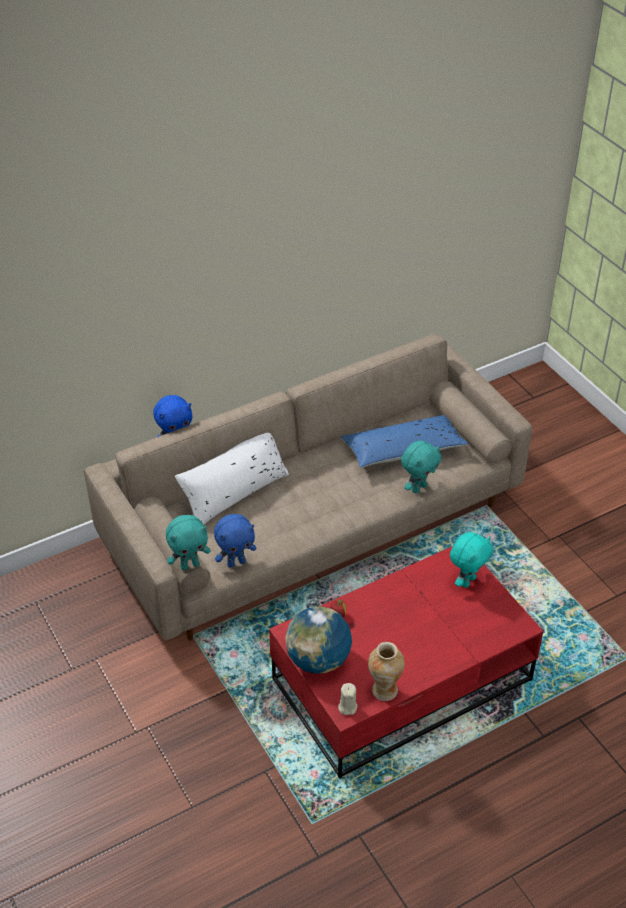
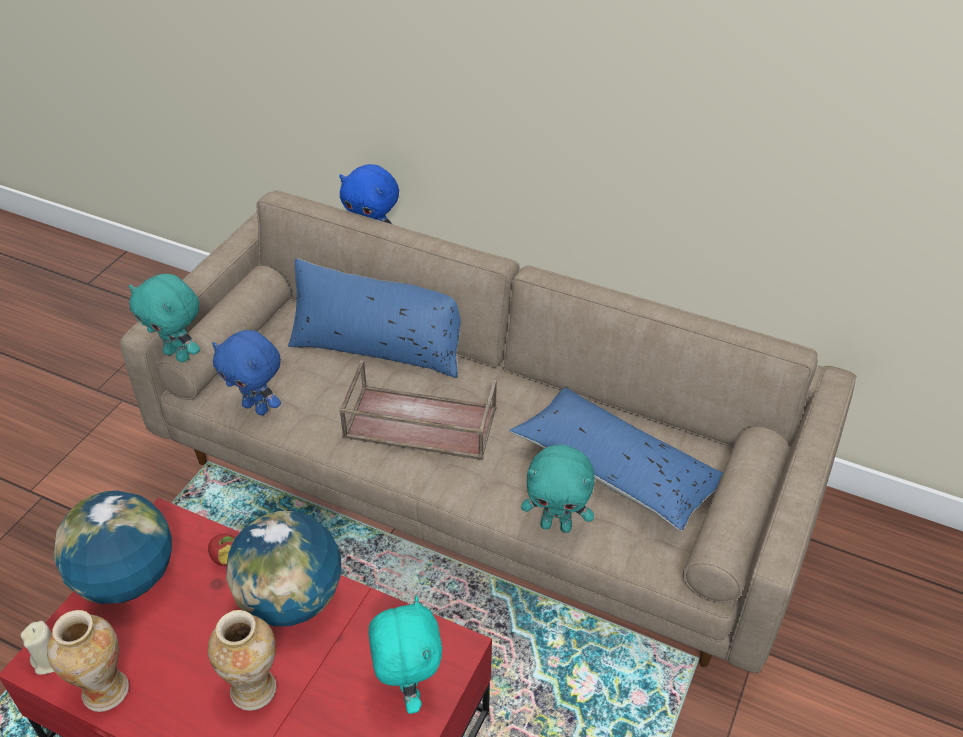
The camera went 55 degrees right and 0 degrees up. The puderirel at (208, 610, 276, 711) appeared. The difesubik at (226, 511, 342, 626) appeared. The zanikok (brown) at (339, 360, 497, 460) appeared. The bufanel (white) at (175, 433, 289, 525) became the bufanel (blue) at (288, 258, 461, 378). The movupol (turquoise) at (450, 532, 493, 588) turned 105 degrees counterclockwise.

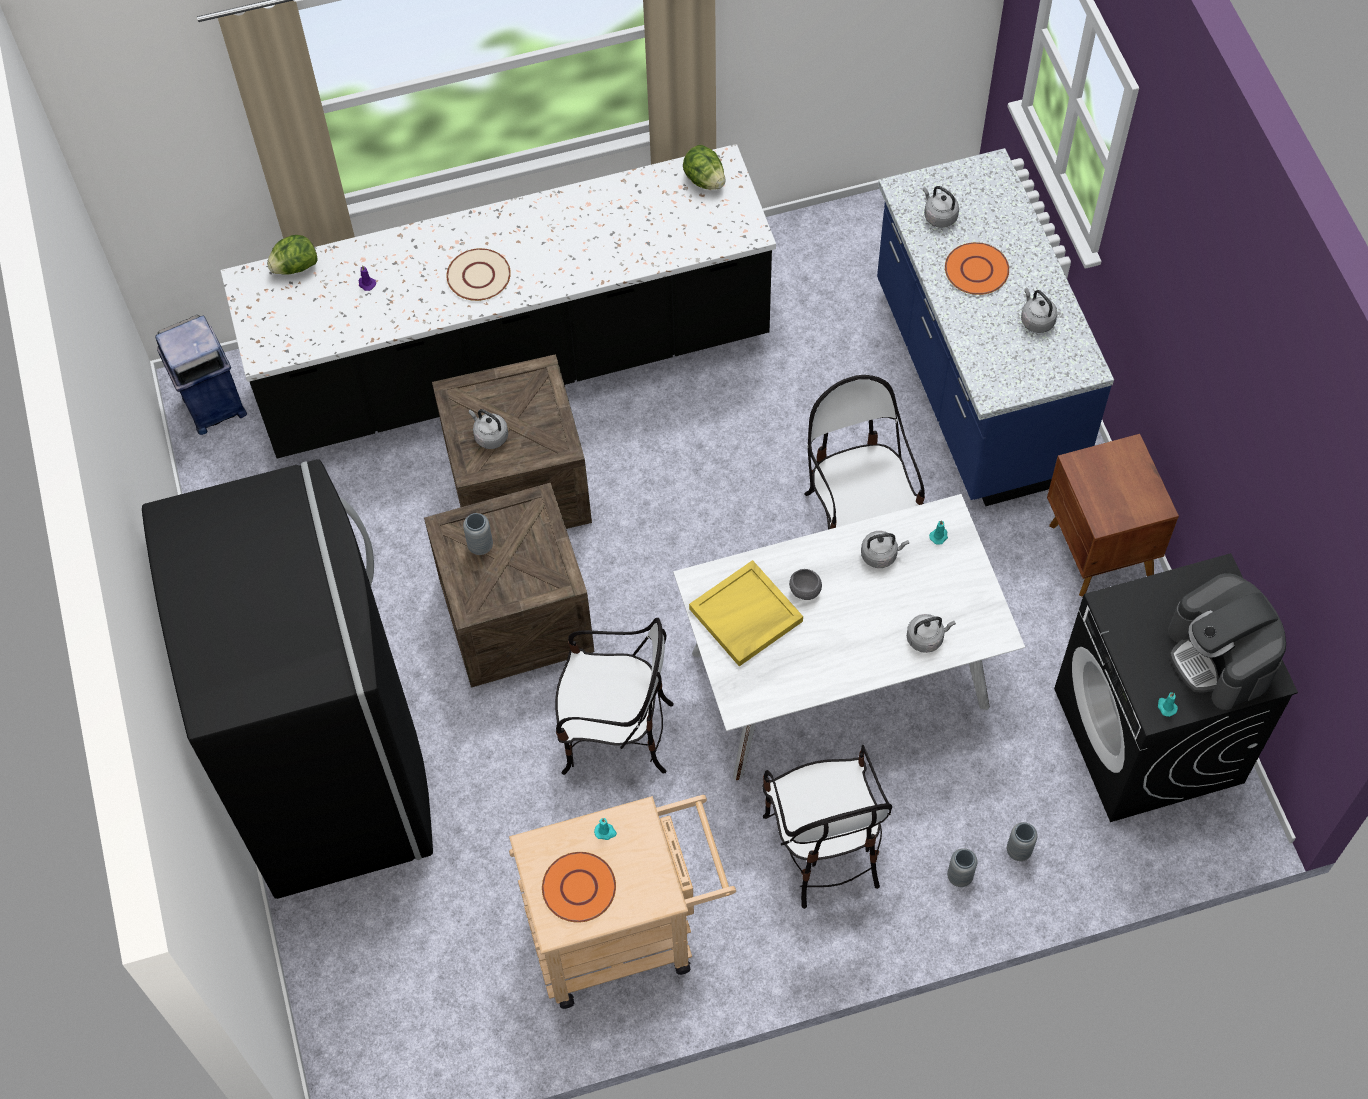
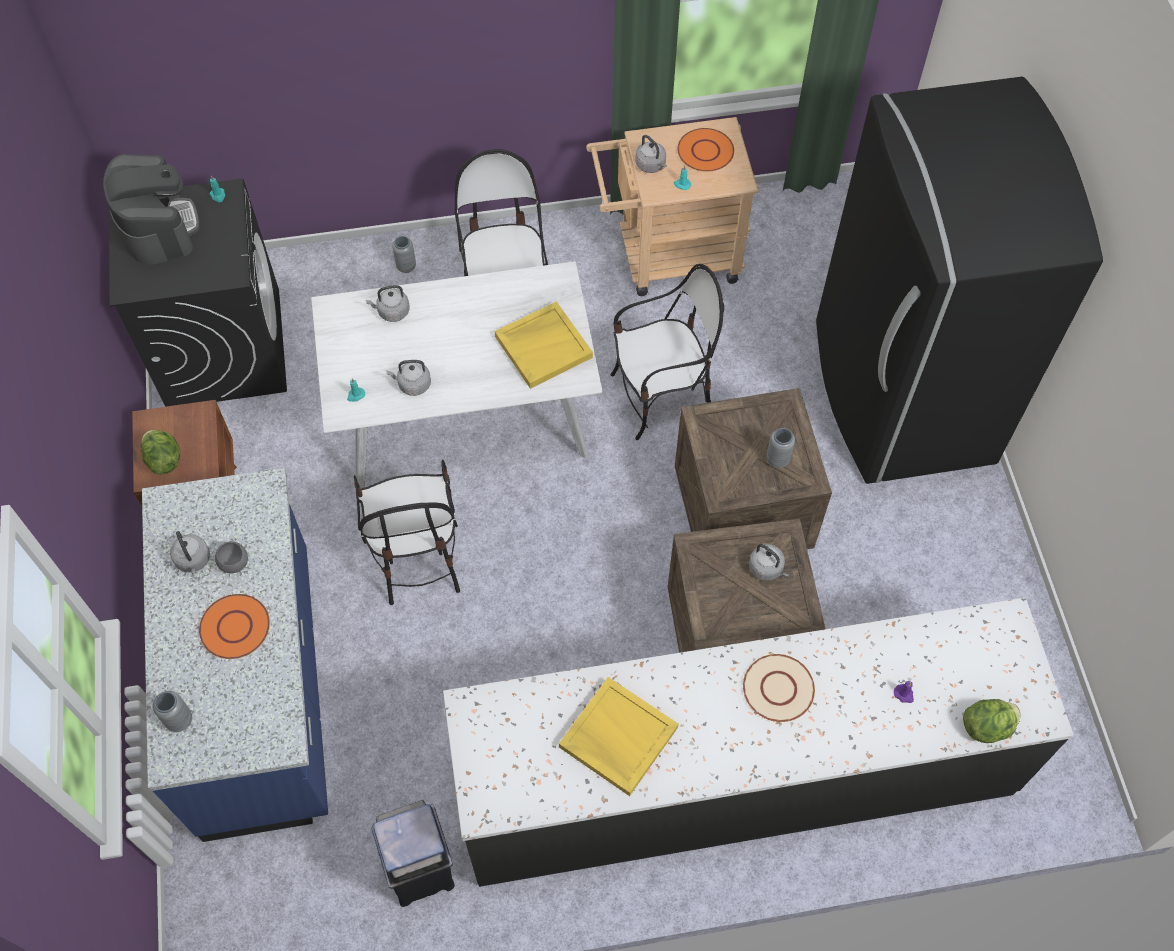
The camera went 175 degrees left and 0 degrees up. The zanikok (yellow) at (559, 677, 679, 796) appeared. The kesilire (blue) moved from (155, 315, 247, 435) to (372, 800, 455, 907). The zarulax moved from (683, 145, 725, 190) to (140, 430, 180, 475). The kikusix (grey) moved from (789, 569, 822, 600) to (215, 541, 248, 573). The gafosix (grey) moved from (923, 186, 959, 228) to (635, 135, 667, 173). The puderirel (grey) moved from (1007, 822, 1038, 861) to (153, 691, 192, 732). The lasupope at (555, 618, 674, 775) turned 150 degrees clockwise.

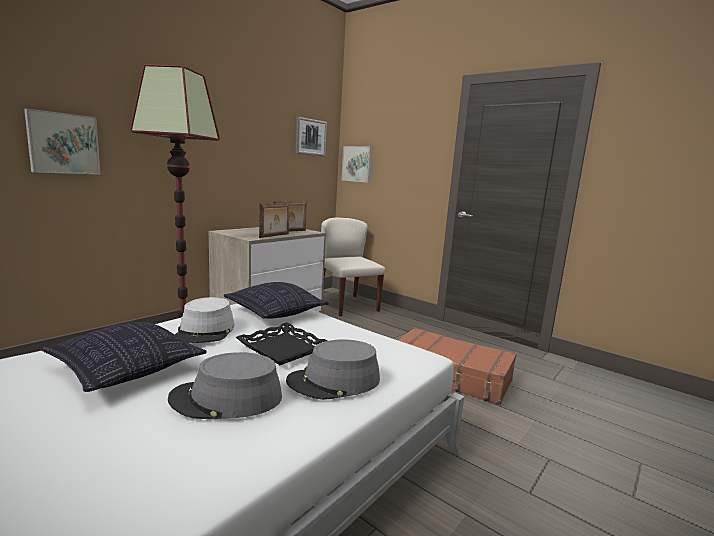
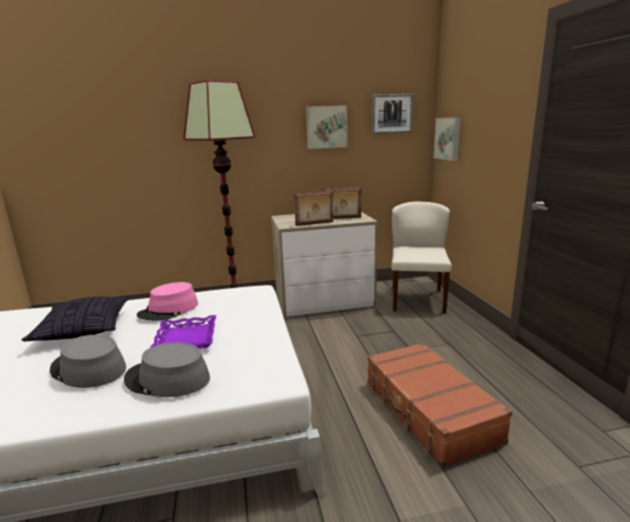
The camera went 40 degrees right and 5 degrees up. The bufanel at (223, 282, 329, 319) disappeared. The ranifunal moved from (24, 108, 101, 175) to (306, 105, 347, 149). The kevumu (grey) at (175, 297, 234, 343) became the kevumu (pink) at (137, 282, 198, 321). The zanikok (black) at (236, 322, 327, 365) became the zanikok (purple) at (150, 315, 216, 349).

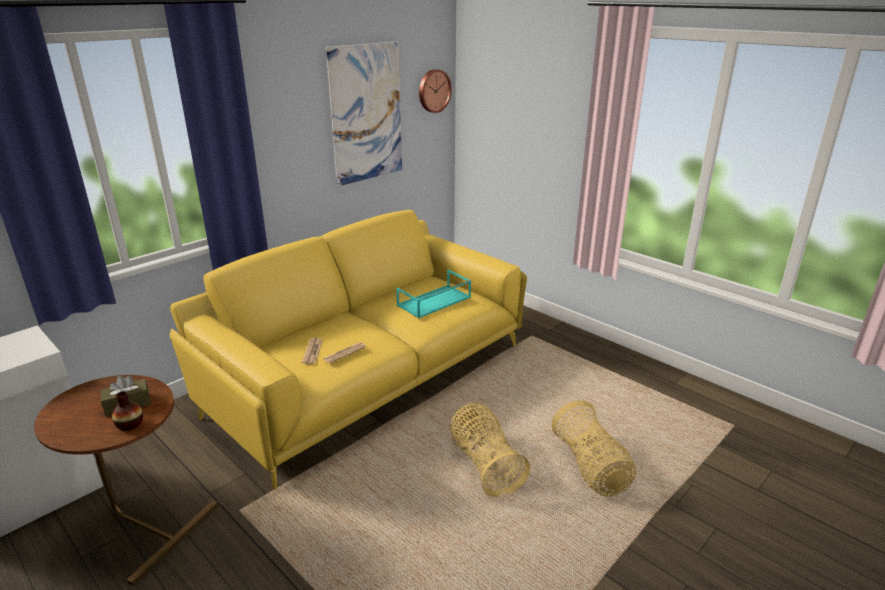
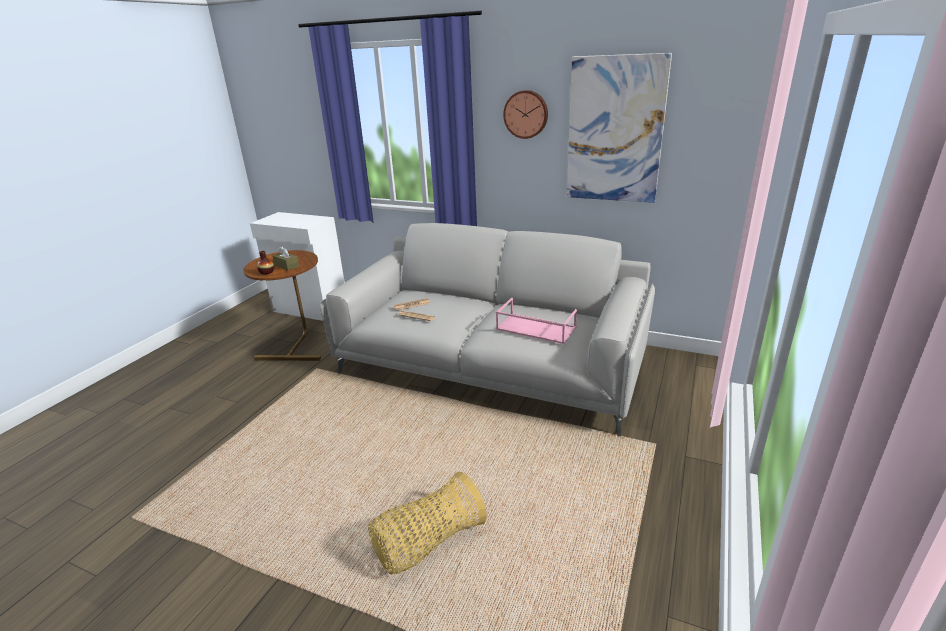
The camera went 70 degrees right and 0 degrees up. The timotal at (451, 403, 530, 497) disappeared. The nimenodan moved from (419, 69, 452, 113) to (503, 90, 548, 139). The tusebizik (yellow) at (170, 210, 527, 490) became the tusebizik (grey) at (319, 223, 655, 436). The zanikok (turquoise) at (396, 270, 471, 318) became the zanikok (pink) at (496, 298, 577, 344).

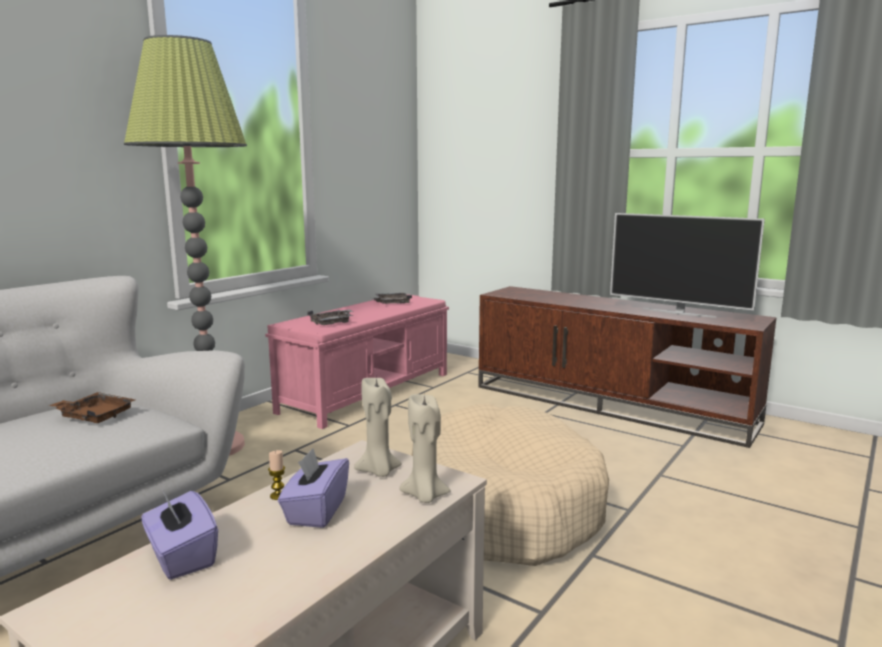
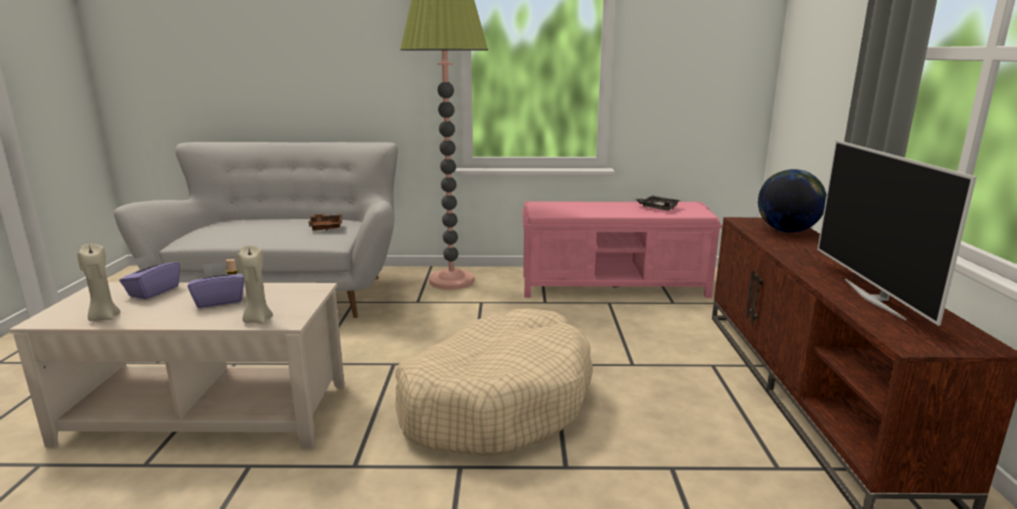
The camera went 55 degrees right and 5 degrees up. The zanikok (grey) at (307, 310, 354, 325) disappeared. The difesubik at (758, 169, 826, 233) appeared. The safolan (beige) moved from (354, 377, 402, 477) to (77, 244, 120, 321).

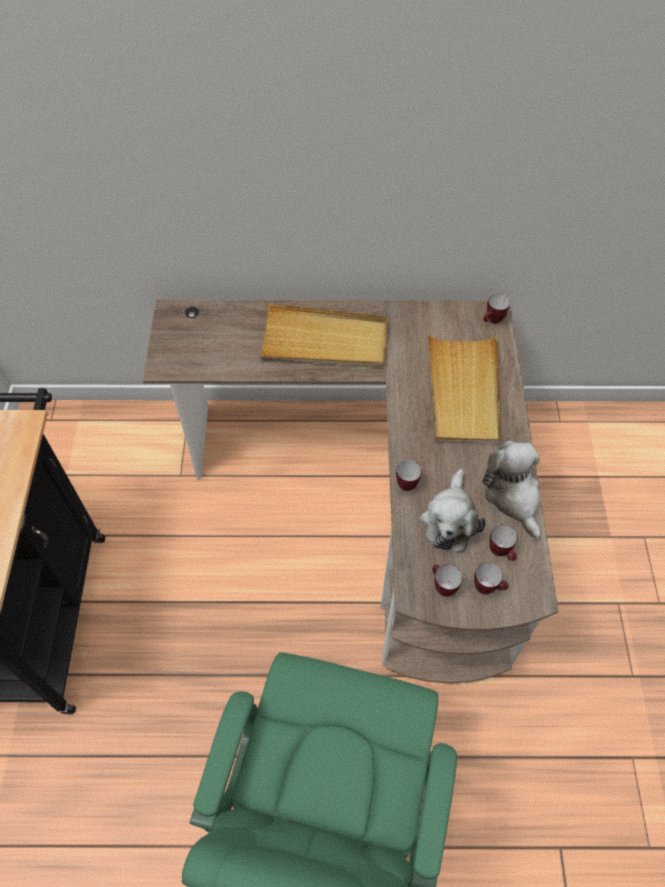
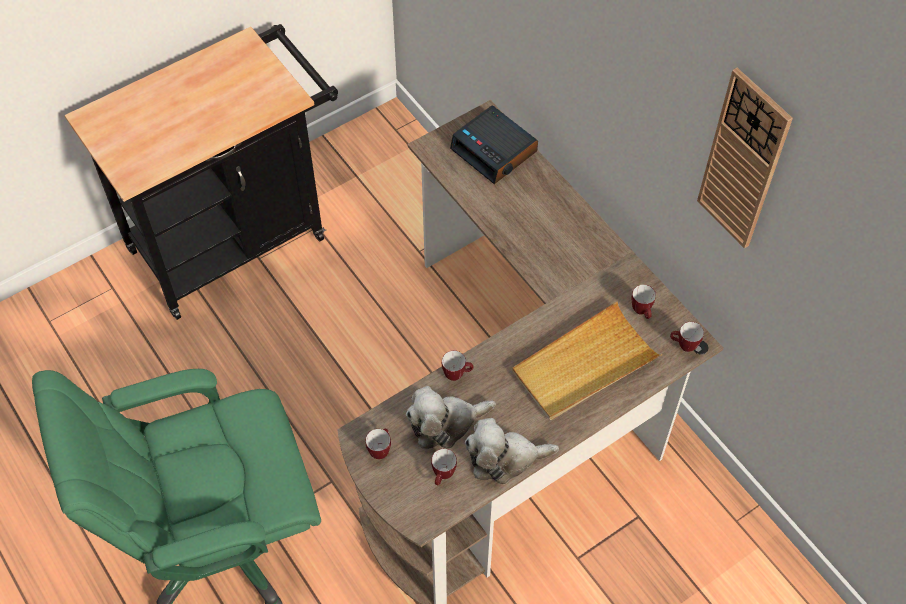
The camera went 55 degrees right and 0 degrees up. The zanikok (beige) at (259, 303, 387, 369) disappeared. The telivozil at (450, 105, 538, 184) appeared. The nimenodan at (697, 68, 793, 248) appeared. The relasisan moved from (474, 562, 508, 594) to (632, 284, 656, 319). The movupol at (482, 441, 541, 539) turned 135 degrees counterclockwise.

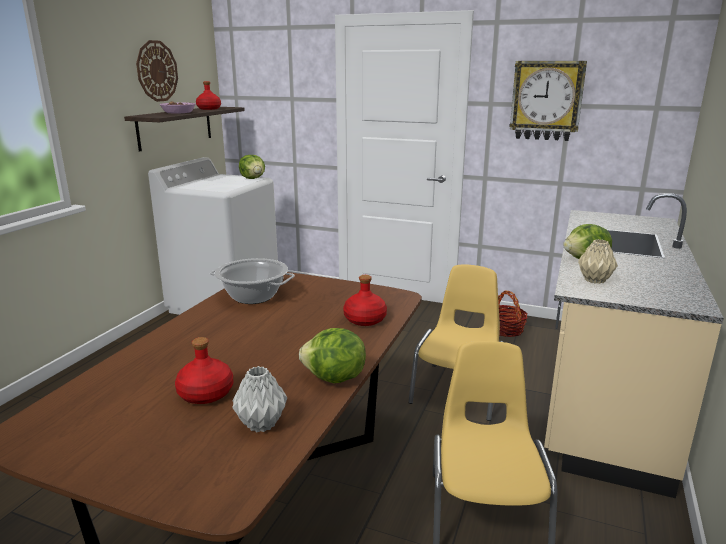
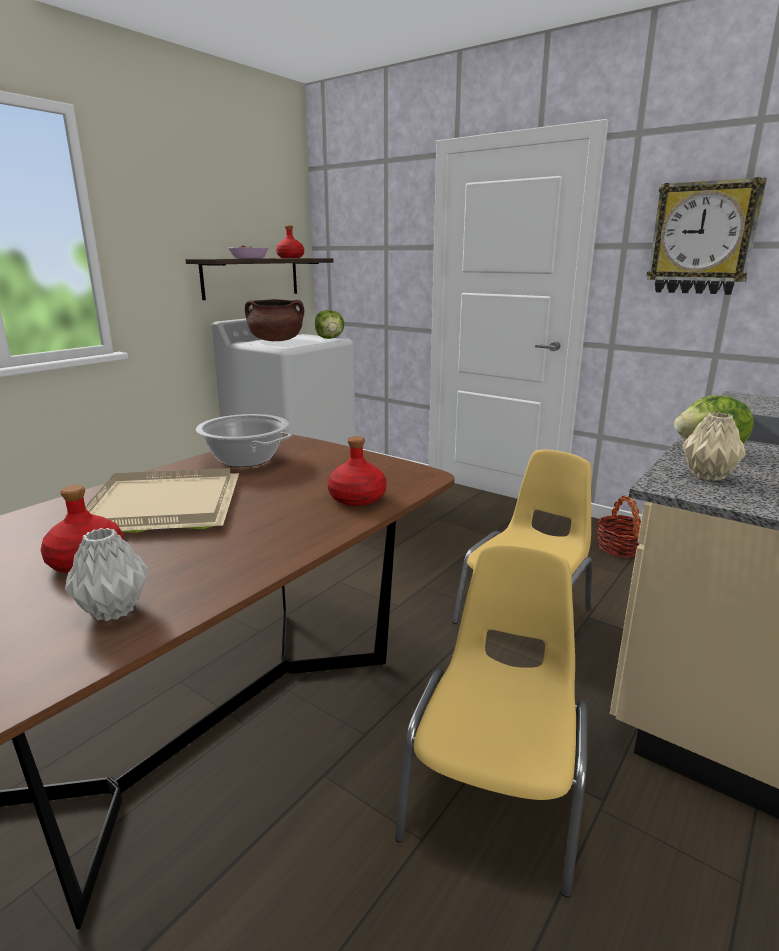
The camera went 15 degrees right and 0 degrees up. The nimenodan at (136, 40, 178, 102) disappeared. The zarulax at (299, 328, 366, 384) disappeared. The zanikok (beige) at (85, 468, 239, 533) appeared. The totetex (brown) at (245, 299, 304, 341) appeared.

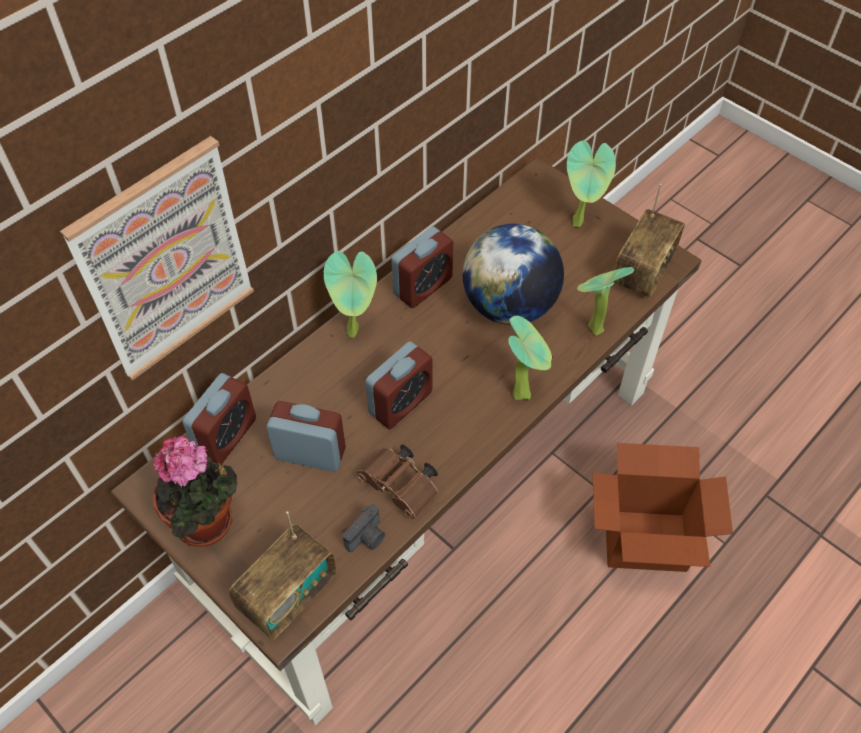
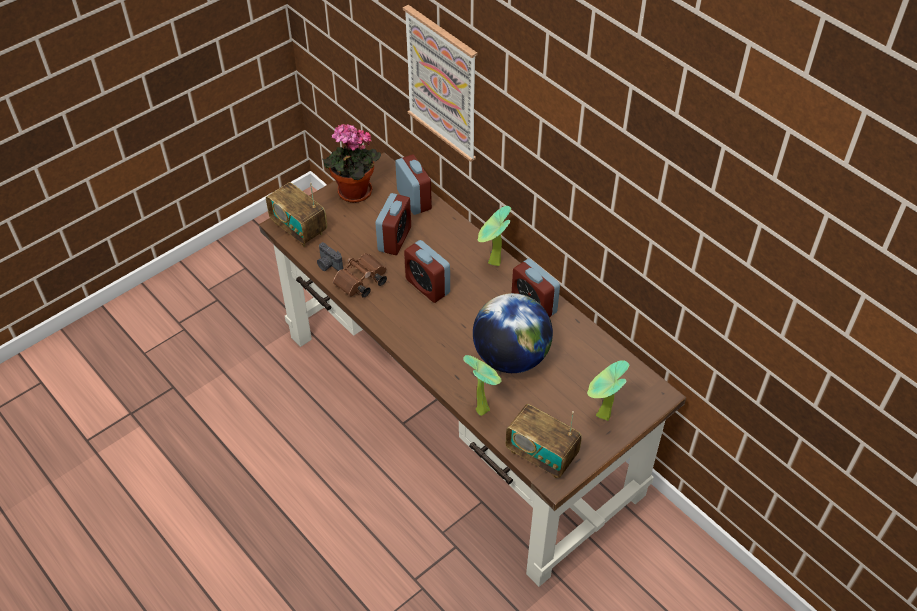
The camera went 95 degrees right and 5 degrees down. The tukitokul at (508, 316, 552, 400) disappeared. The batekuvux at (592, 443, 733, 572) disappeared. The telivozil at (183, 373, 256, 464) turned 150 degrees counterclockwise.

